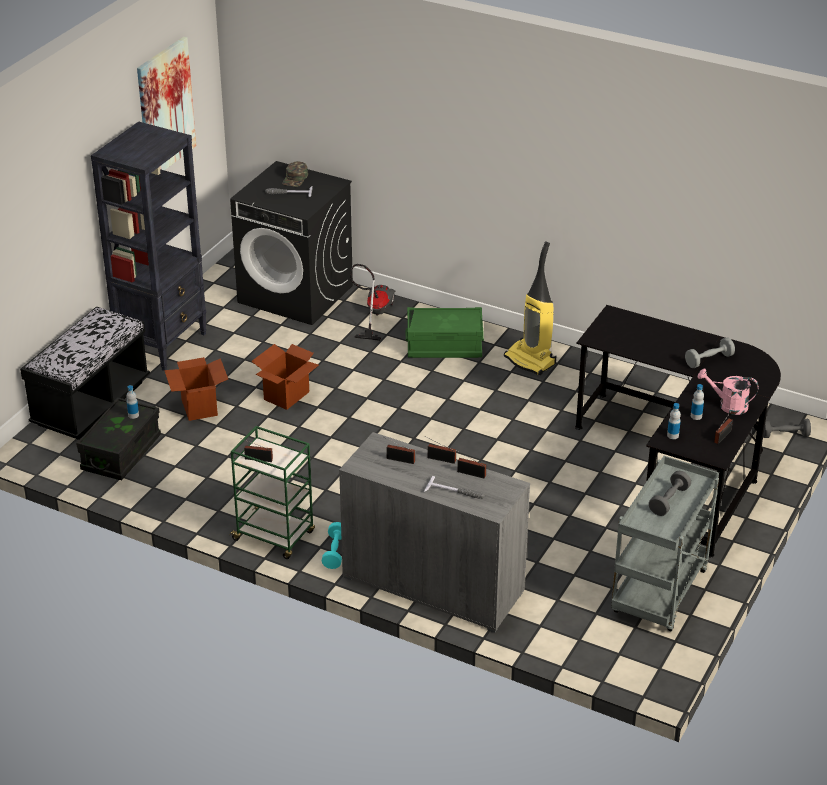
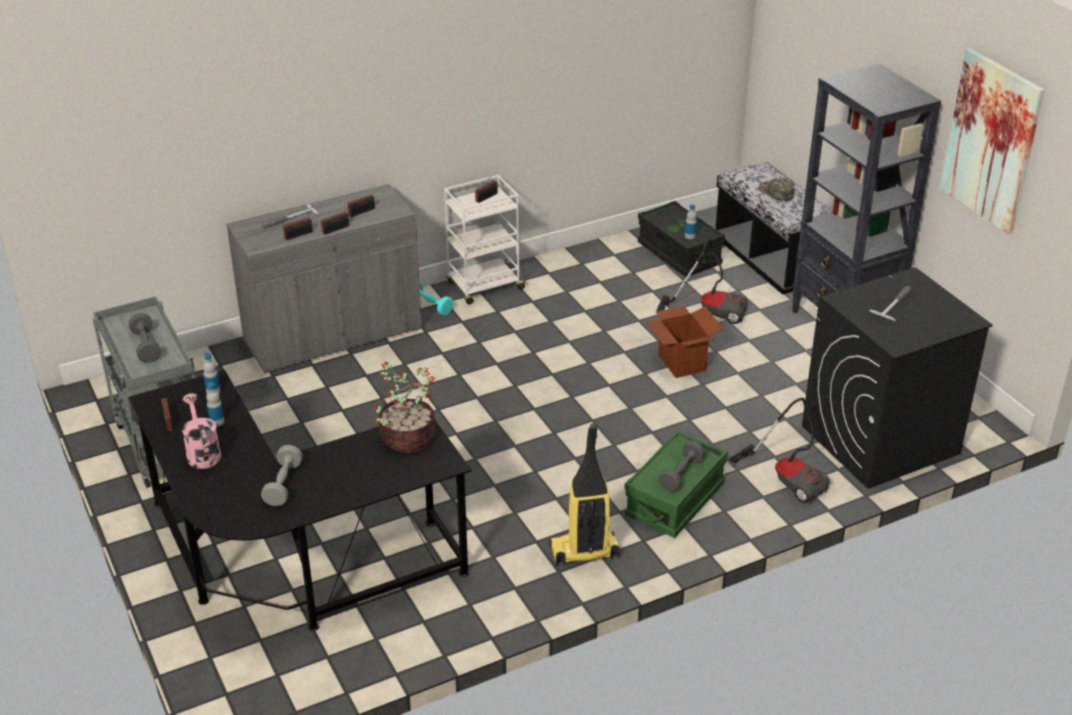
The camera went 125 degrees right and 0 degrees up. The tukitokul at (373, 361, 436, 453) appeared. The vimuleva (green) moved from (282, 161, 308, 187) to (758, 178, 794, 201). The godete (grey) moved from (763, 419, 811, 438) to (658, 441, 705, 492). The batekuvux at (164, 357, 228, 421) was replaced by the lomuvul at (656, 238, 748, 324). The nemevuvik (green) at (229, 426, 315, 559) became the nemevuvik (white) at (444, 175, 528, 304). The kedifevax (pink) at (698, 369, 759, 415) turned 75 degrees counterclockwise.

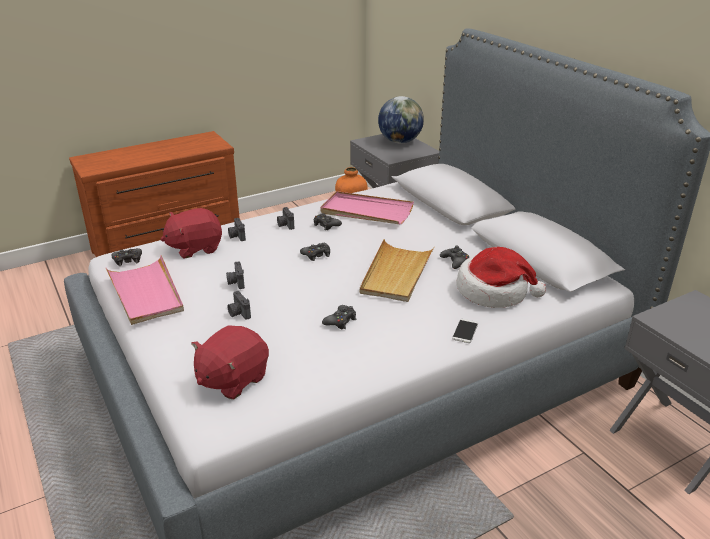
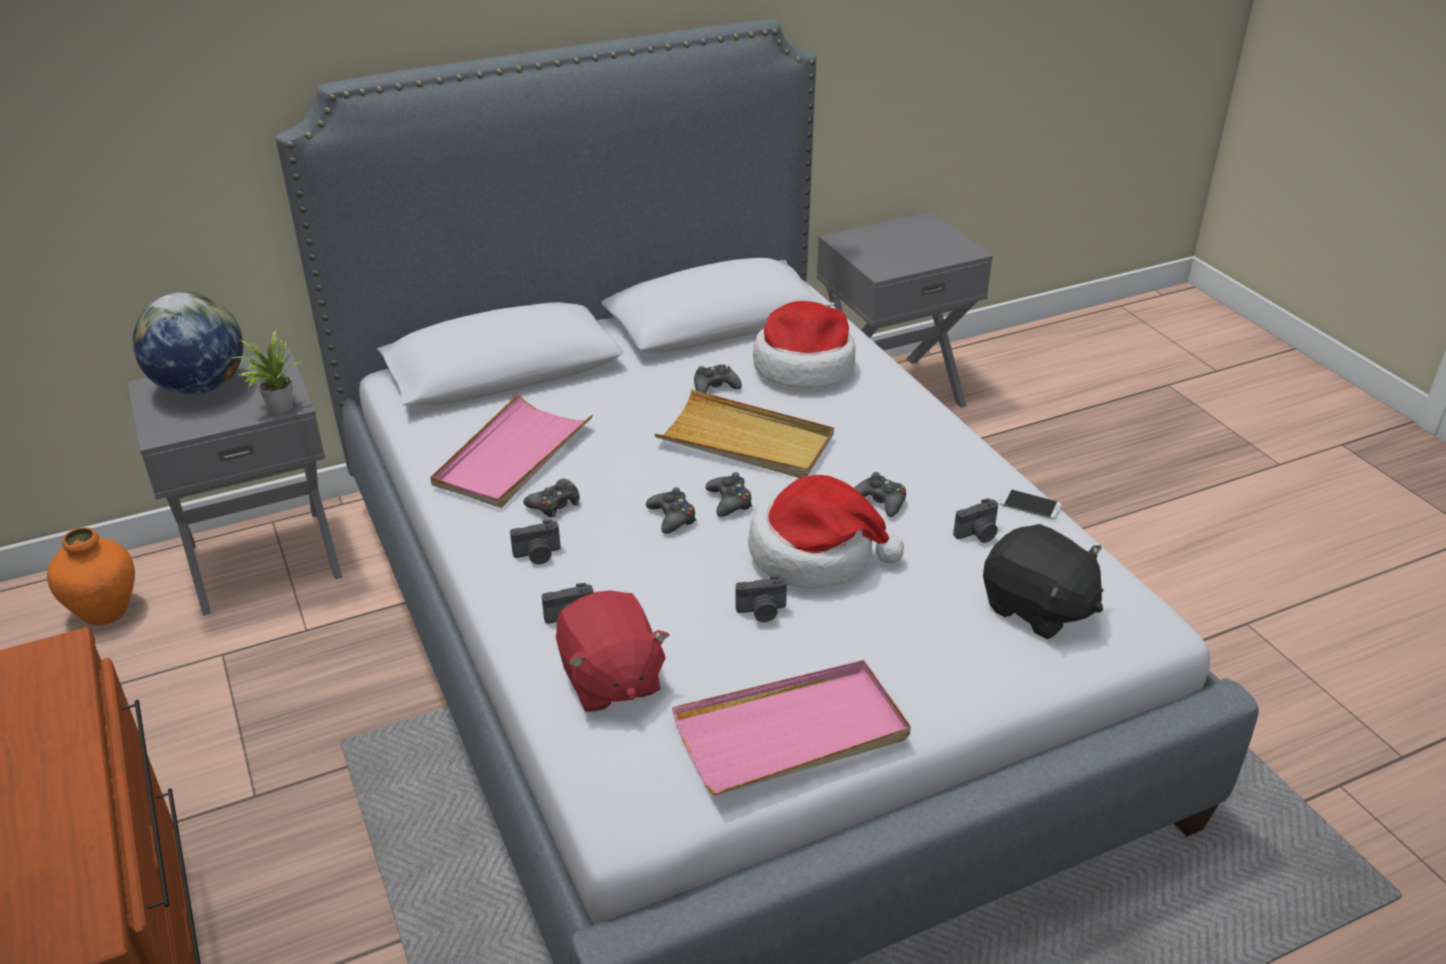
The camera went 85 degrees left and 5 degrees up. The tukitokul at (232, 330, 301, 414) appeared. The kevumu at (748, 475, 904, 589) appeared. The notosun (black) moved from (111, 248, 142, 266) to (705, 472, 752, 517). The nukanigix moved from (227, 291, 251, 320) to (953, 498, 998, 543). The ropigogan moved from (452, 319, 478, 343) to (1000, 489, 1062, 519). The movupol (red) at (191, 325, 269, 400) became the movupol (black) at (983, 524, 1103, 639).

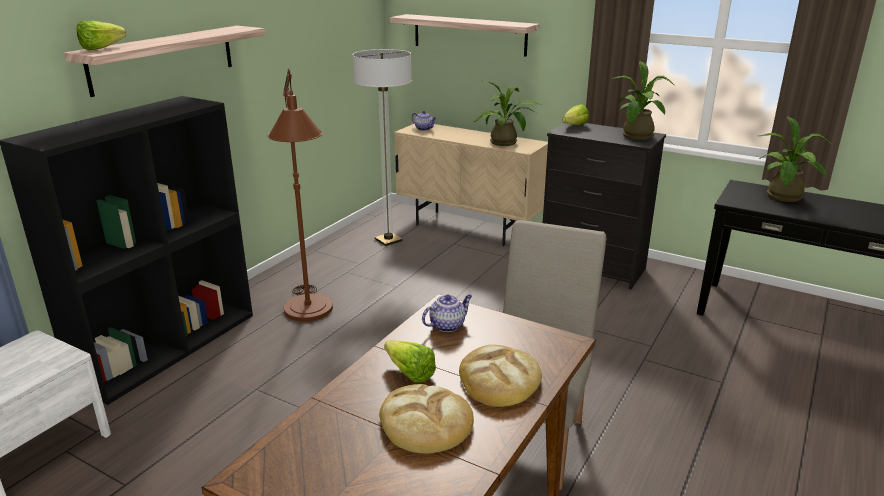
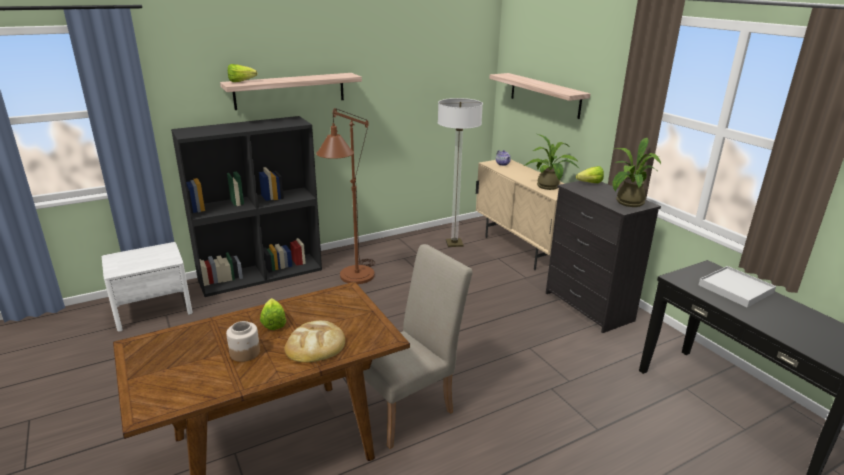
The camera went 30 degrees right and 0 degrees up. The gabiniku at (422, 295, 472, 332) disappeared. The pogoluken at (379, 384, 474, 454) was replaced by the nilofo at (226, 321, 260, 362). The tukitokul at (759, 116, 833, 202) was replaced by the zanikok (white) at (699, 266, 776, 307).

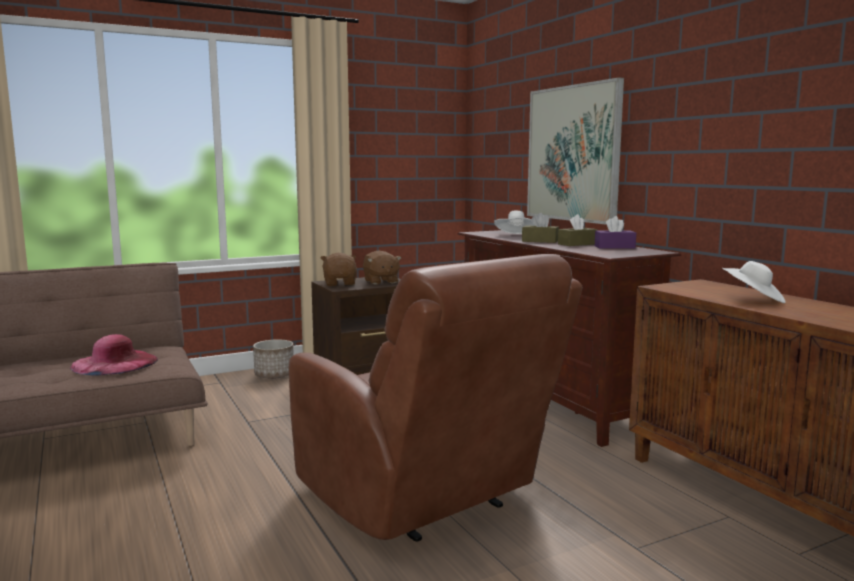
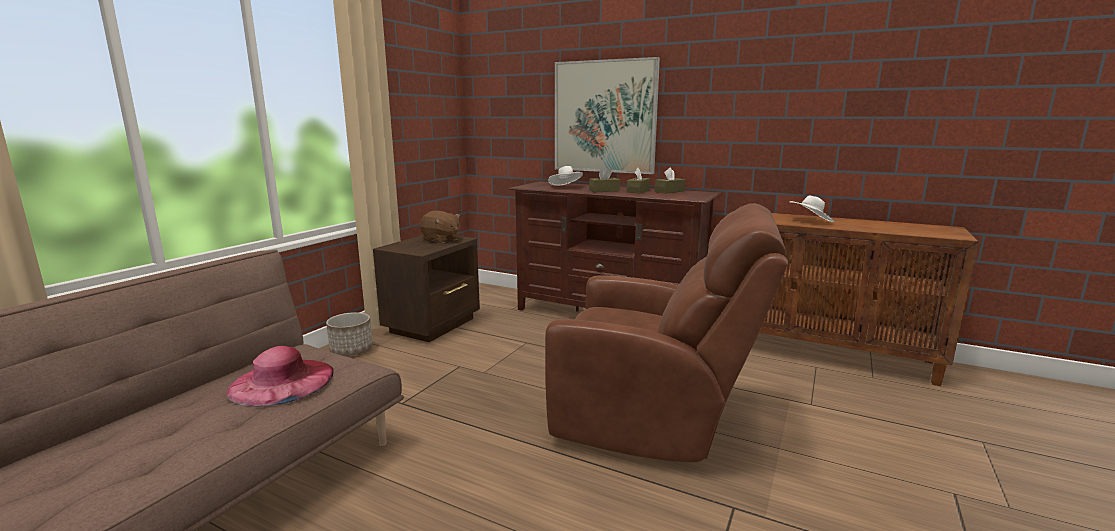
The camera went 35 degrees left and 5 degrees up. The movupol (brown) at (320, 253, 357, 286) disappeared. The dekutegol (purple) at (595, 216, 636, 248) became the dekutegol (brown) at (655, 167, 685, 194).

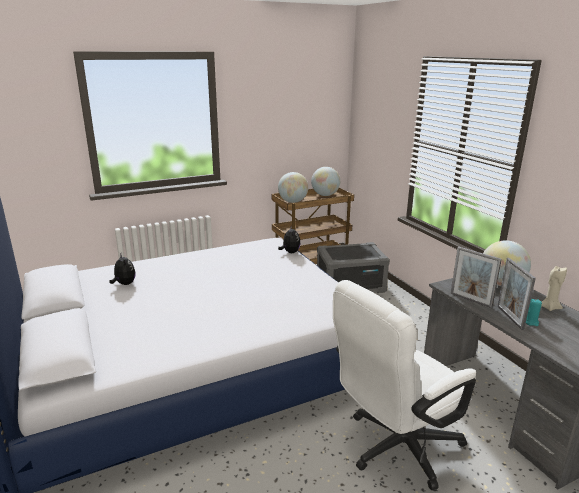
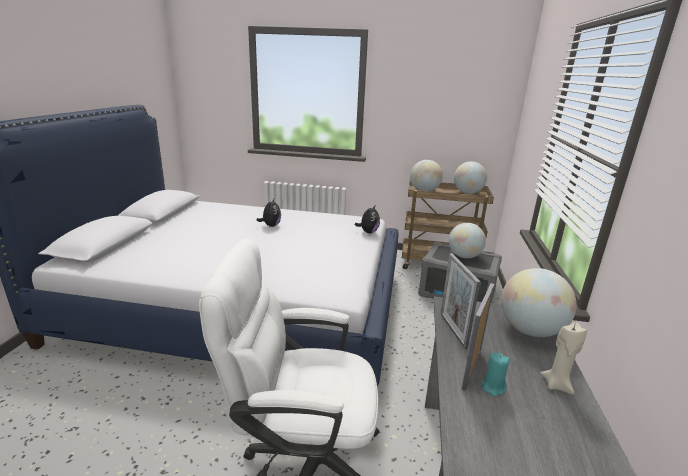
The camera went 35 degrees right and 0 degrees up. The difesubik at (449, 223, 486, 258) appeared. The movupol moved from (109, 255, 136, 285) to (256, 199, 281, 227).

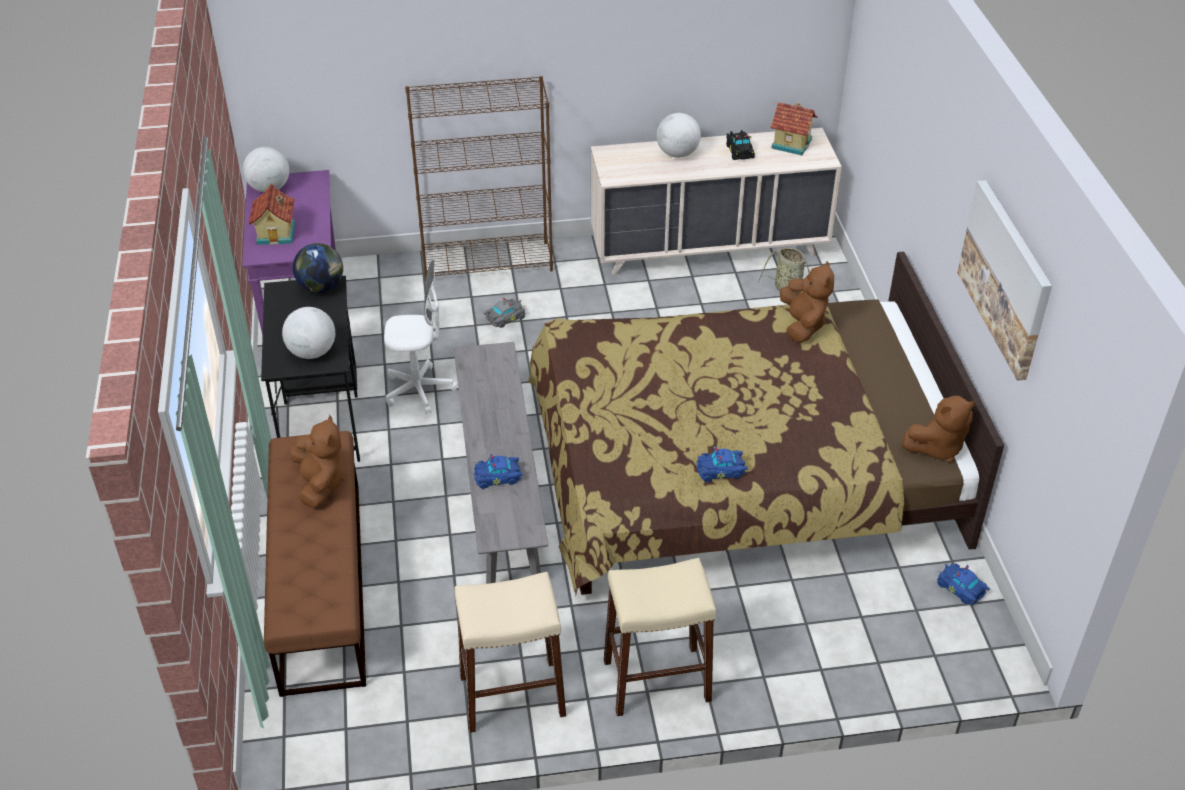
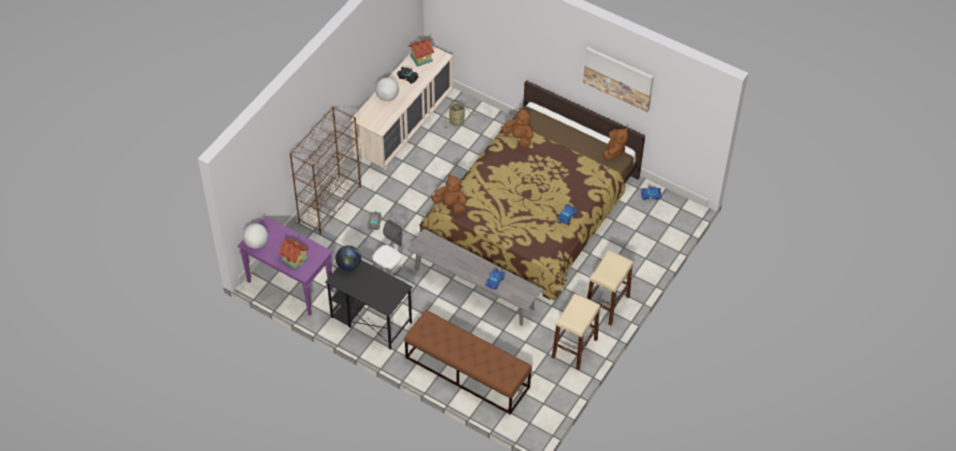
The camera went 50 degrees left and 10 degrees up. The difesubik at (282, 307, 335, 359) disappeared. The movupol (brown) moved from (290, 415, 344, 508) to (431, 174, 467, 214).

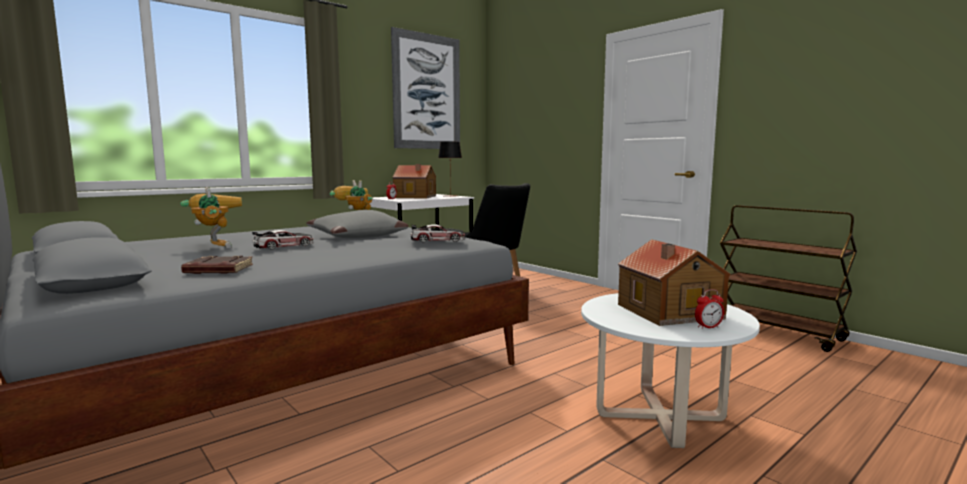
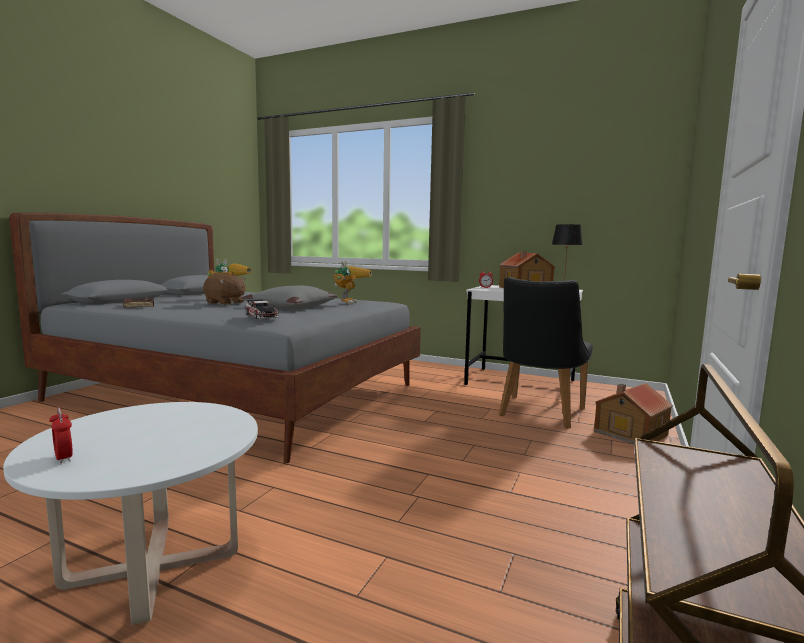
The camera went 65 degrees right and 0 degrees up. The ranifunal at (391, 27, 460, 149) disappeared. The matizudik moved from (618, 239, 731, 326) to (594, 383, 673, 444). The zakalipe at (252, 230, 314, 250) was replaced by the movupol (brown) at (203, 274, 246, 305).

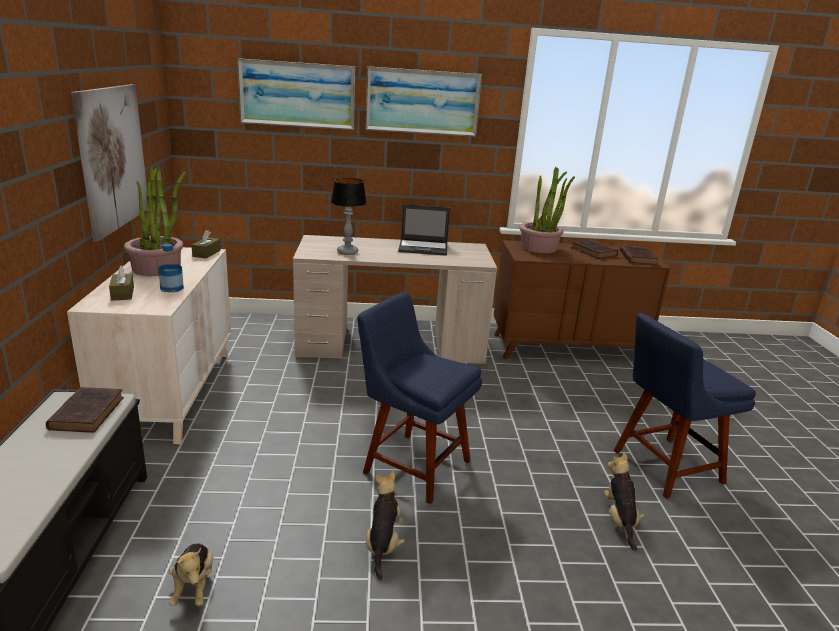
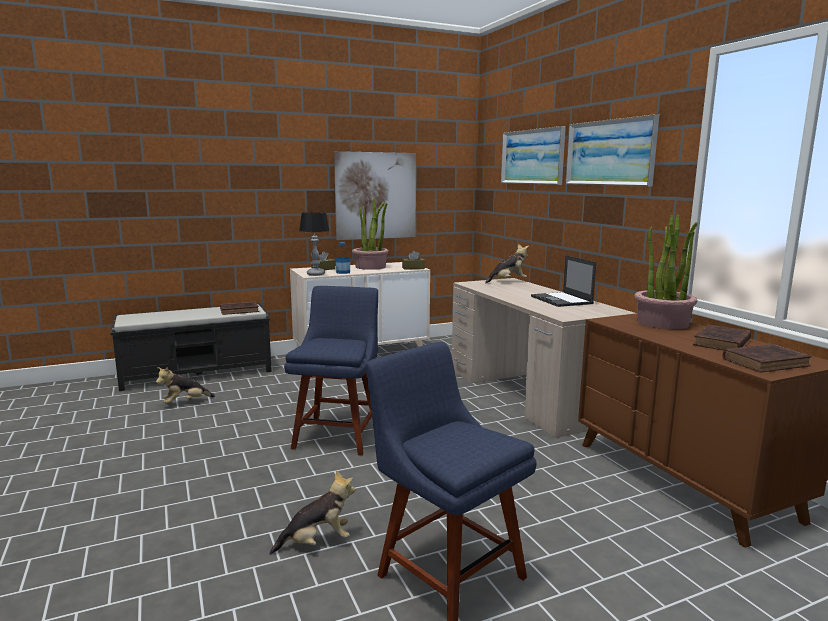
The camera went 70 degrees right and 10 degrees down. The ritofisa moved from (331, 178, 367, 255) to (299, 212, 330, 276). The movupol moved from (366, 471, 405, 581) to (485, 244, 529, 284).

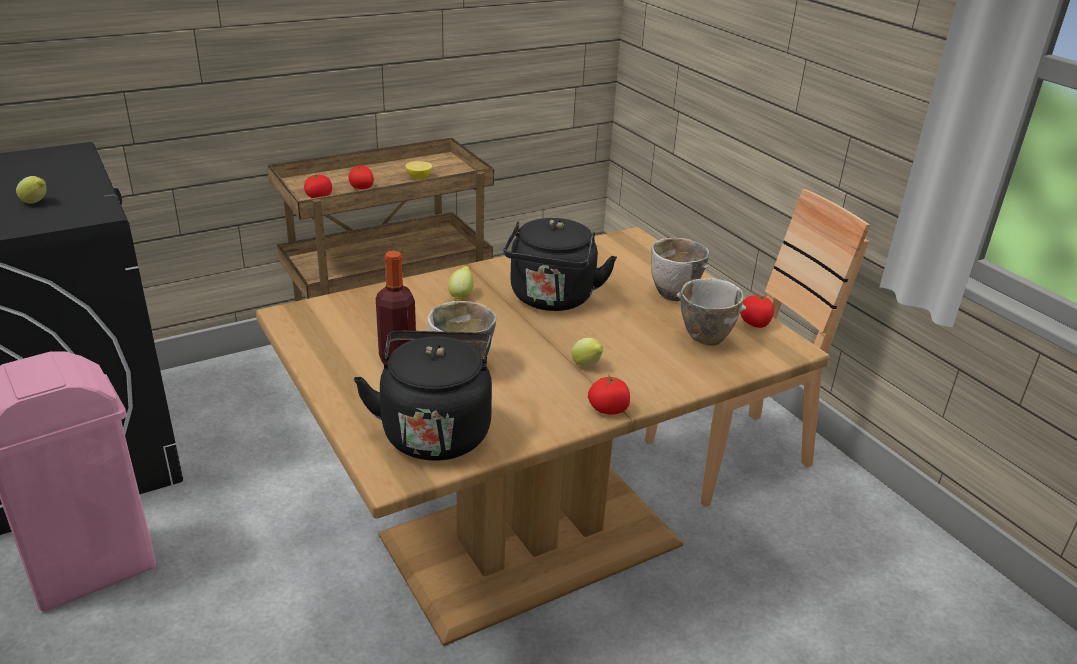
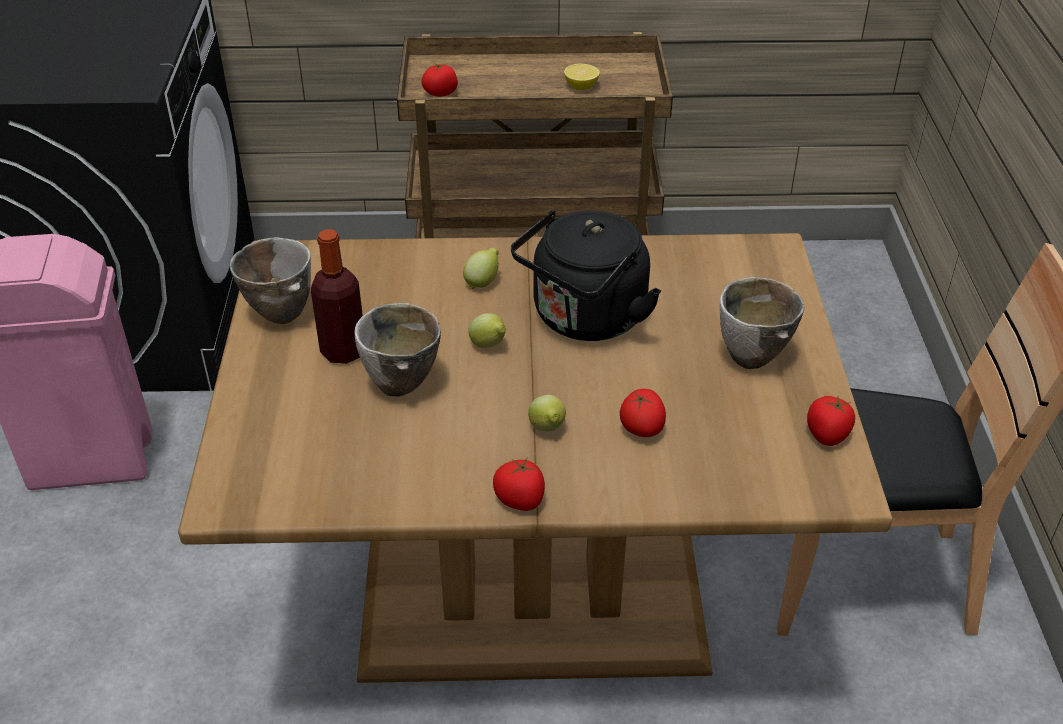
The camera went 30 degrees right and 10 degrees up. The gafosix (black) at (354, 330, 492, 461) disappeared. The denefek moved from (16, 176, 47, 204) to (468, 313, 506, 348). The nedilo moved from (349, 166, 374, 189) to (620, 389, 666, 437). The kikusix moved from (677, 278, 746, 346) to (230, 237, 311, 324).

